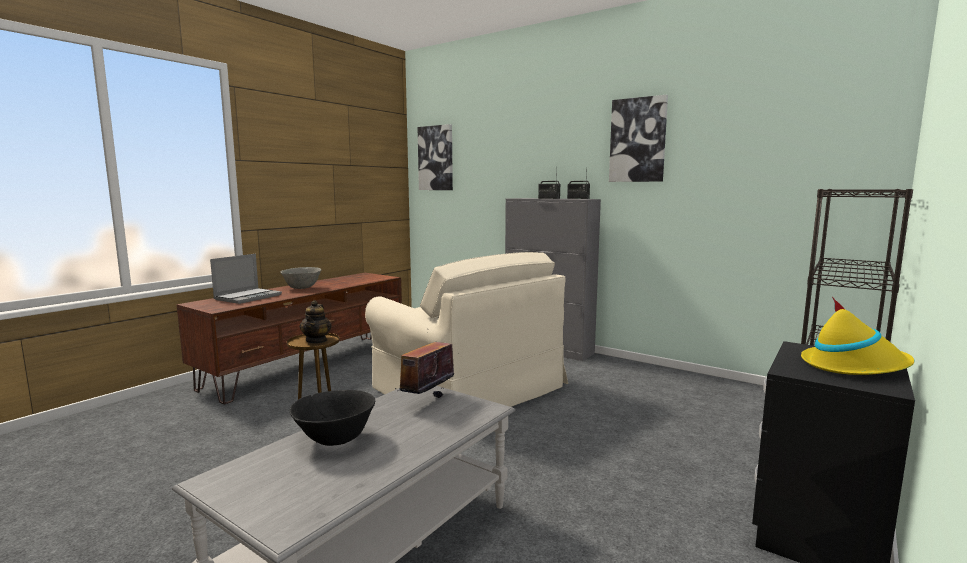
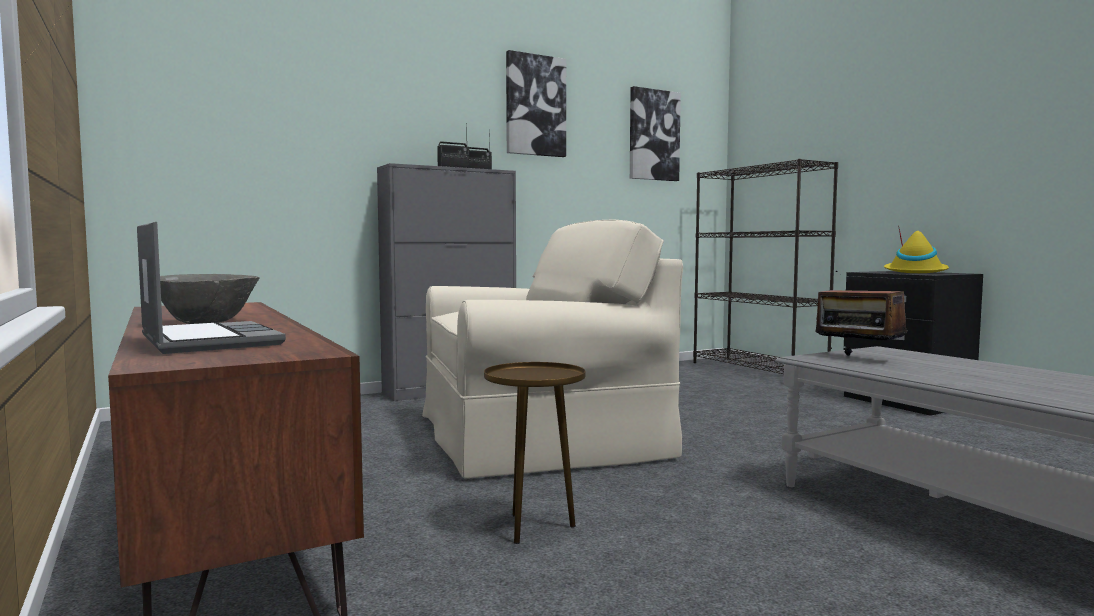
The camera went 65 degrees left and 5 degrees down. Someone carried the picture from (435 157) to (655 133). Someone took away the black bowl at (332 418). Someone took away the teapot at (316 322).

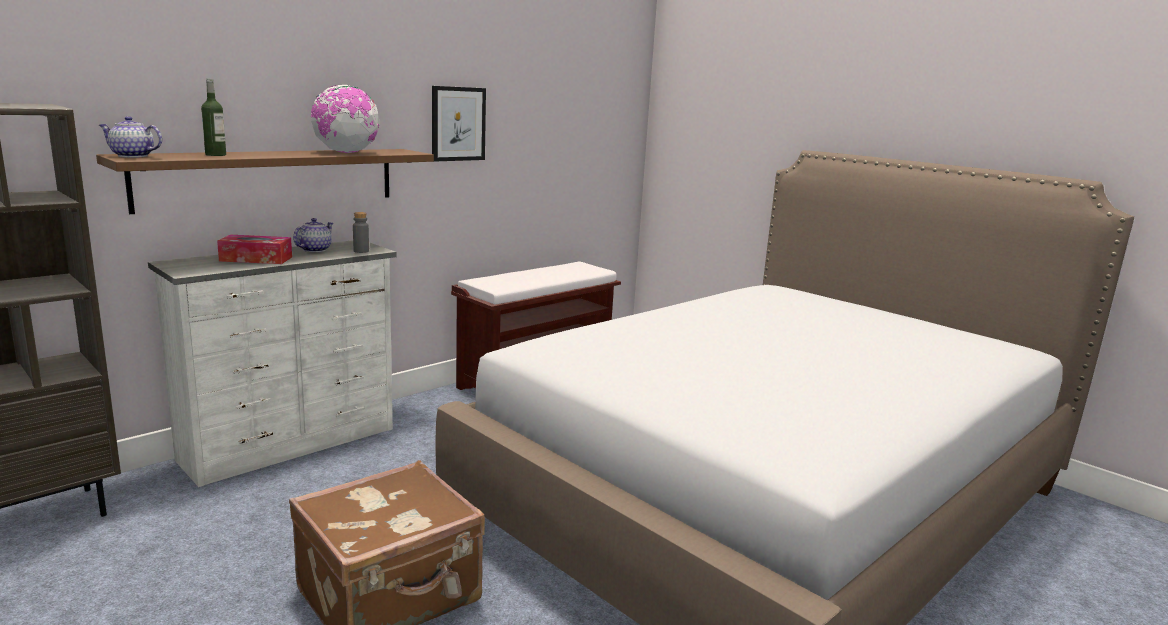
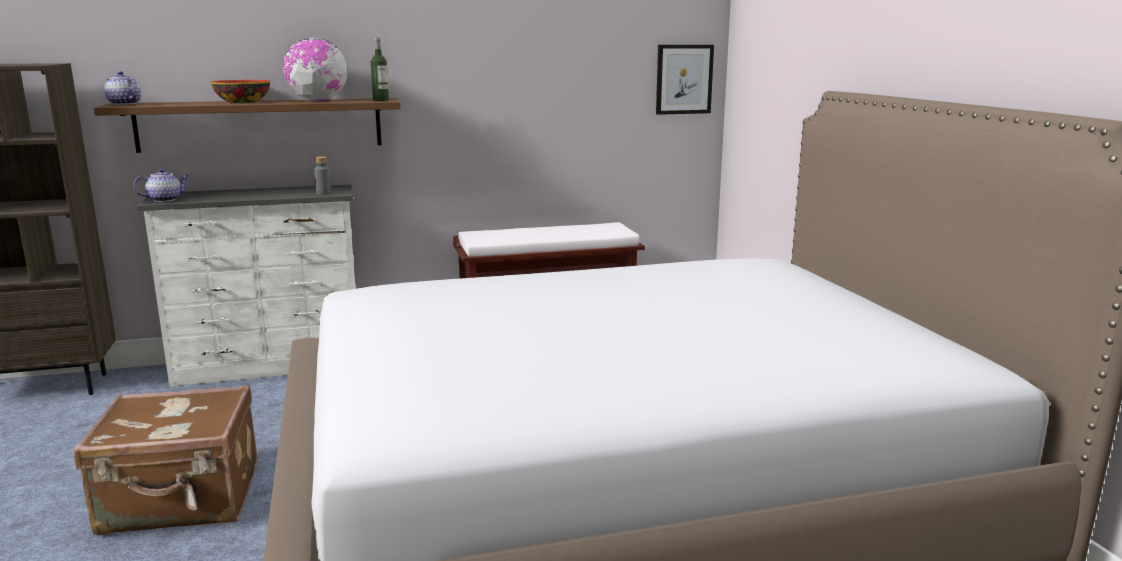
The camera went 30 degrees right and 0 degrees up. Someone carried the teapot from (313 235) to (161 185). Someone put down the bowl at (240 91). Someone carried the bottle from (213 117) to (380 69). Someone carried the picture from (459 124) to (685 80). Someone took away the tissue box at (254 249).

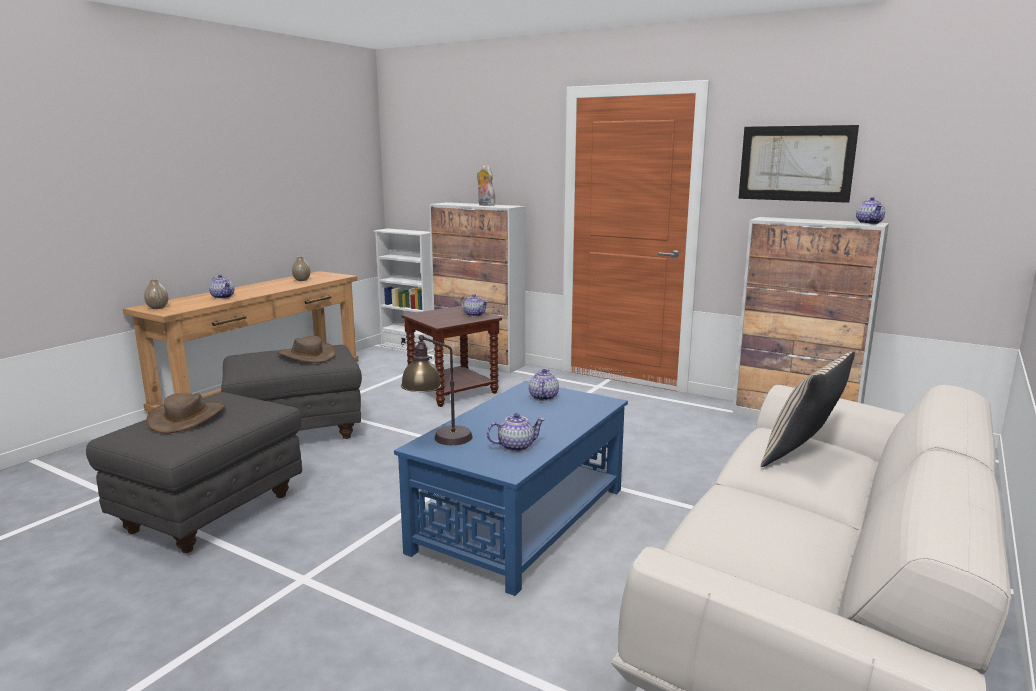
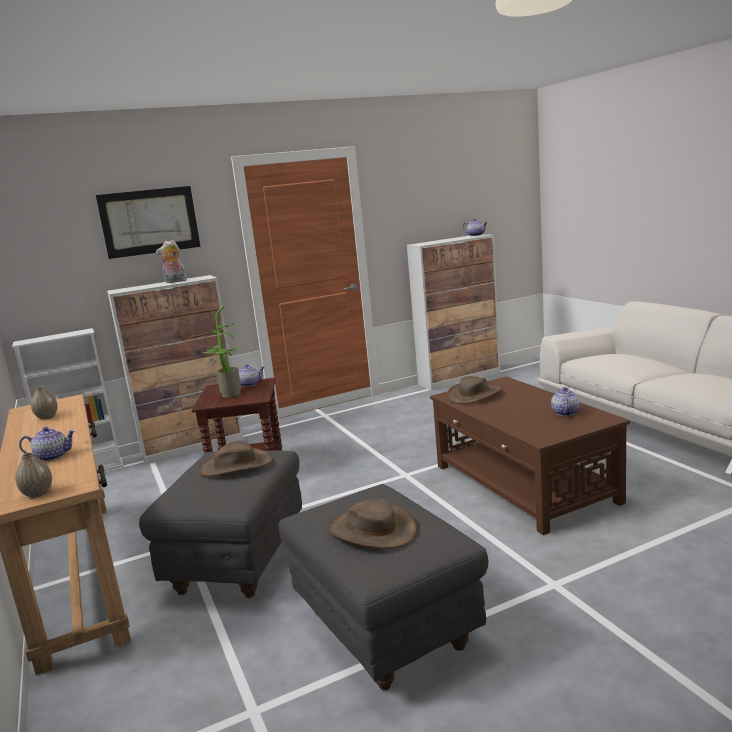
The camera went 55 degrees left and 0 degrees up. Someone carried the picture from (798 164) to (148 222). Someone put down the potted plant at (224 352). Someone repainted the blue coffee table at (511 488), which became the brown coffee table at (530 455). Someone swapped the teapot at (544 385) for the brown hat at (474 390). Someone took away the table lamp at (437 390). Someone took away the beige pillow at (808 409).

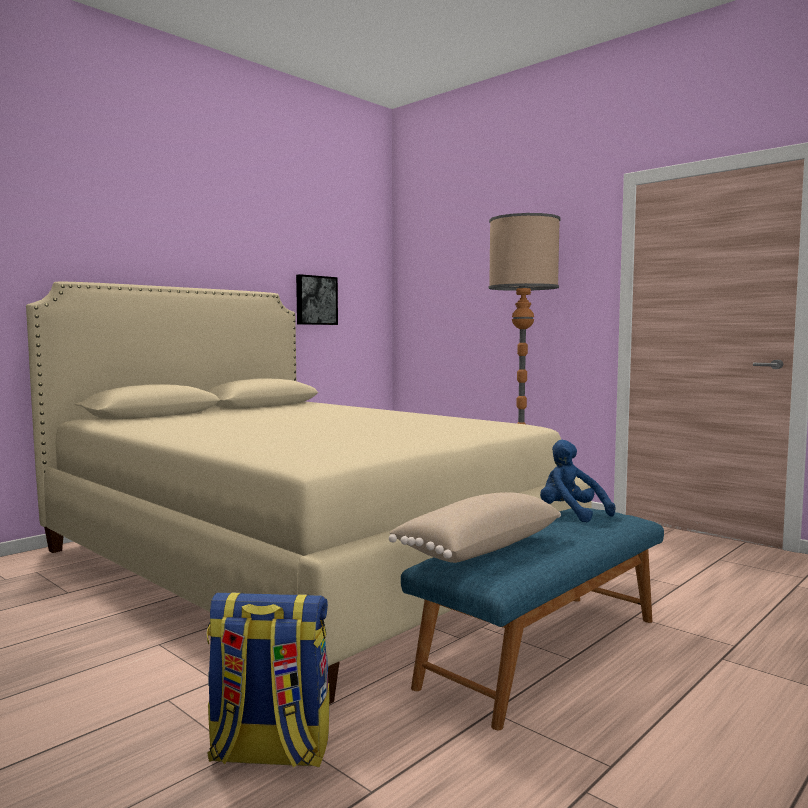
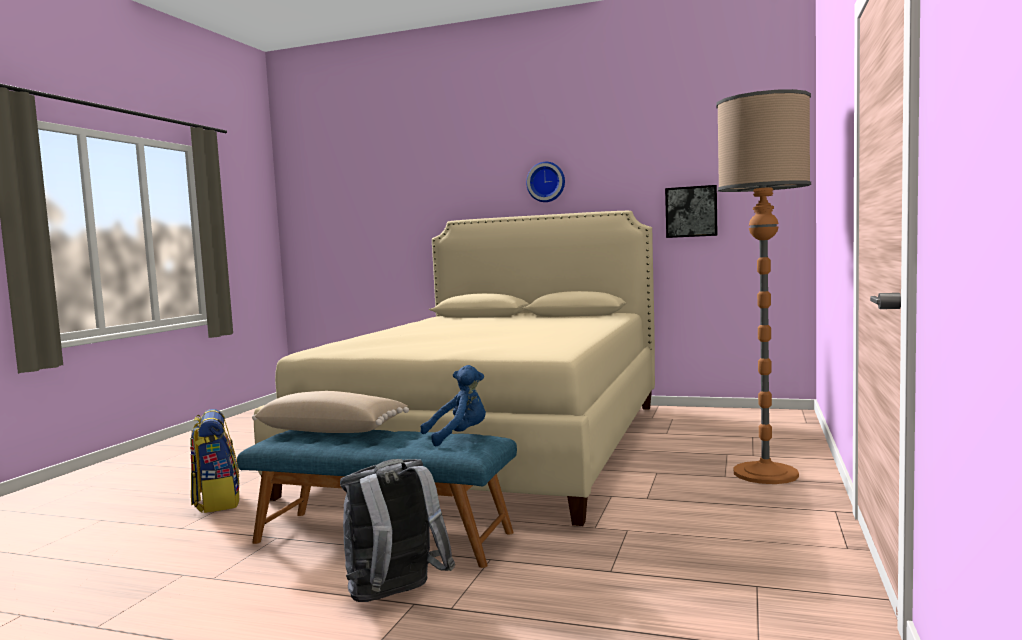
The camera went 65 degrees right and 0 degrees up. Someone put down the grey backpack at (397 530). Someone rotated the blue plush toy at (578 481) by 45 degrees clockwise. Someone put up the wall clock at (545 182).

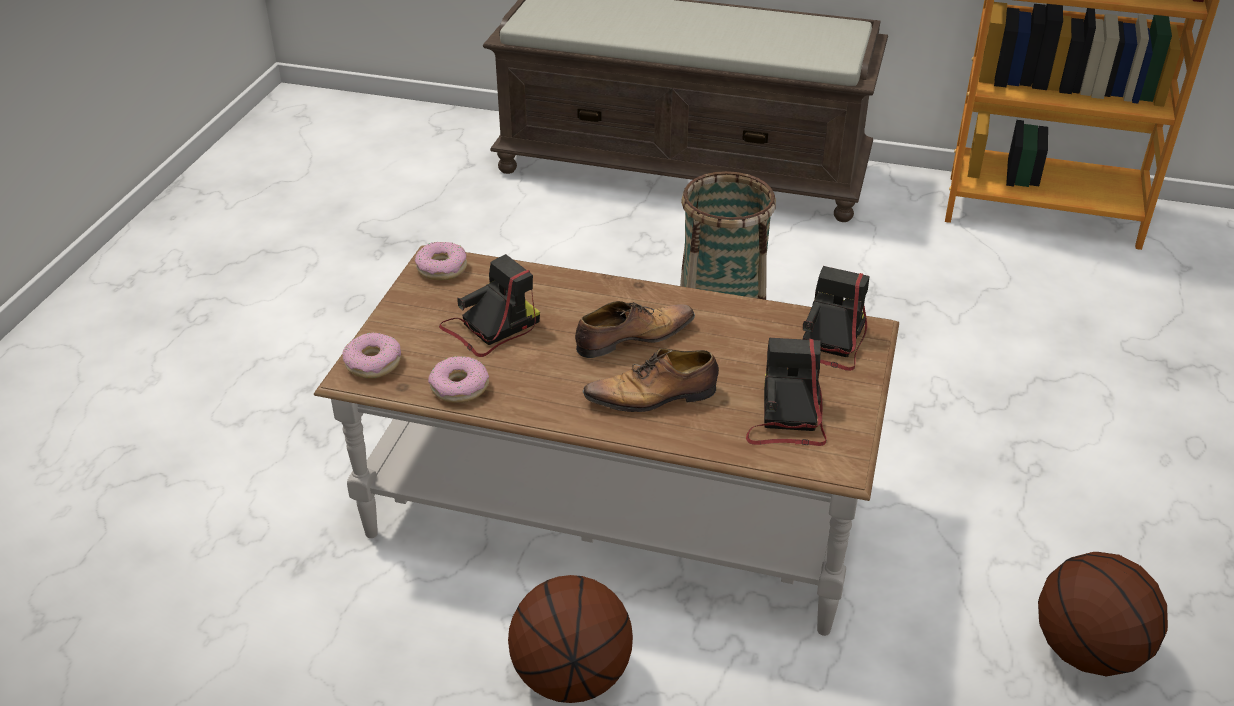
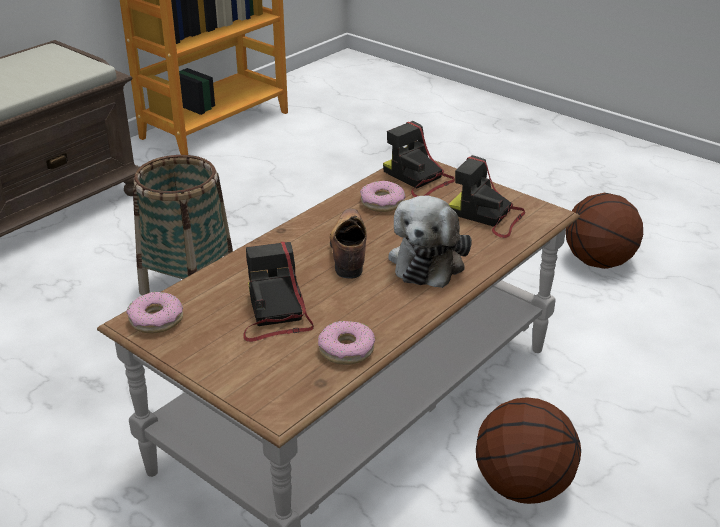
The camera went 65 degrees left and 5 degrees down. Someone carried the donut from (371 356) to (382 196). Someone swapped the shoe at (651 380) for the plush toy at (430 241).

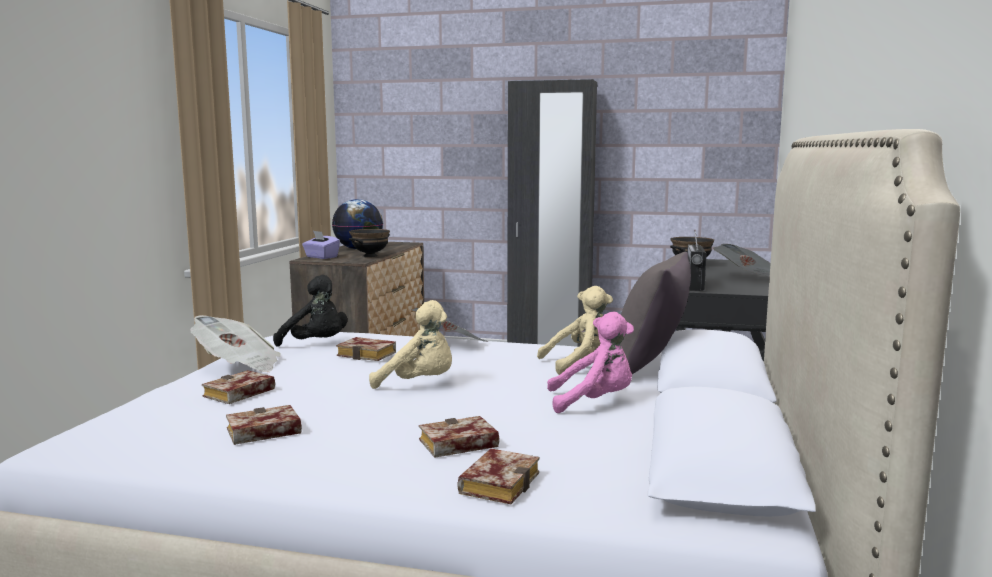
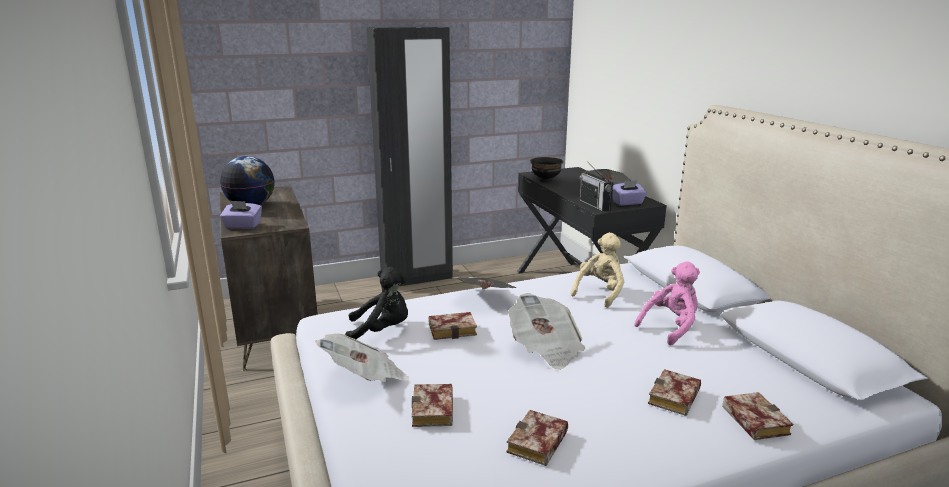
The camera went 35 degrees left and 10 degrees up. Someone swapped the beige plush toy at (410 344) for the newspaper at (546 331). Someone put down the purple tissue box at (629 193). Someone took away the black bowl at (369 243). Someone took away the grey pillow at (655 313).

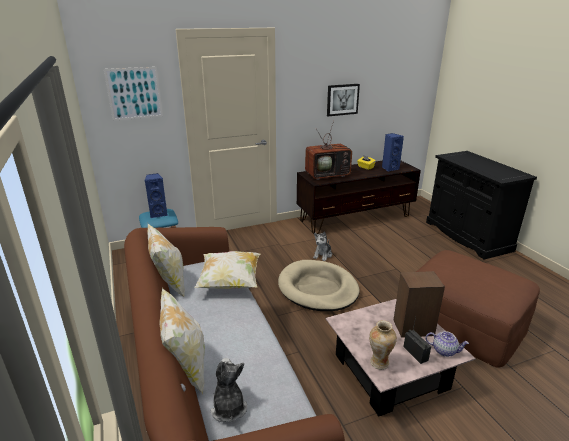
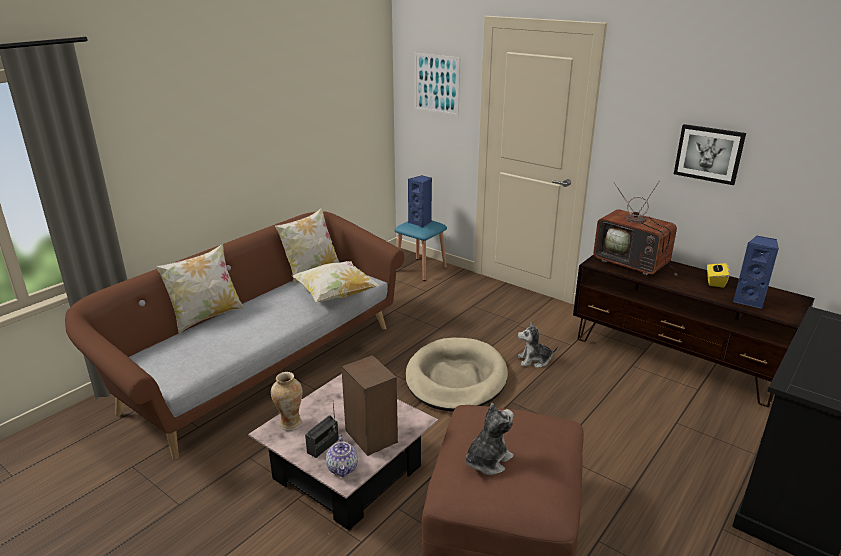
The camera went 60 degrees right and 0 degrees up. Someone carried the plush toy from (229 390) to (490 439).

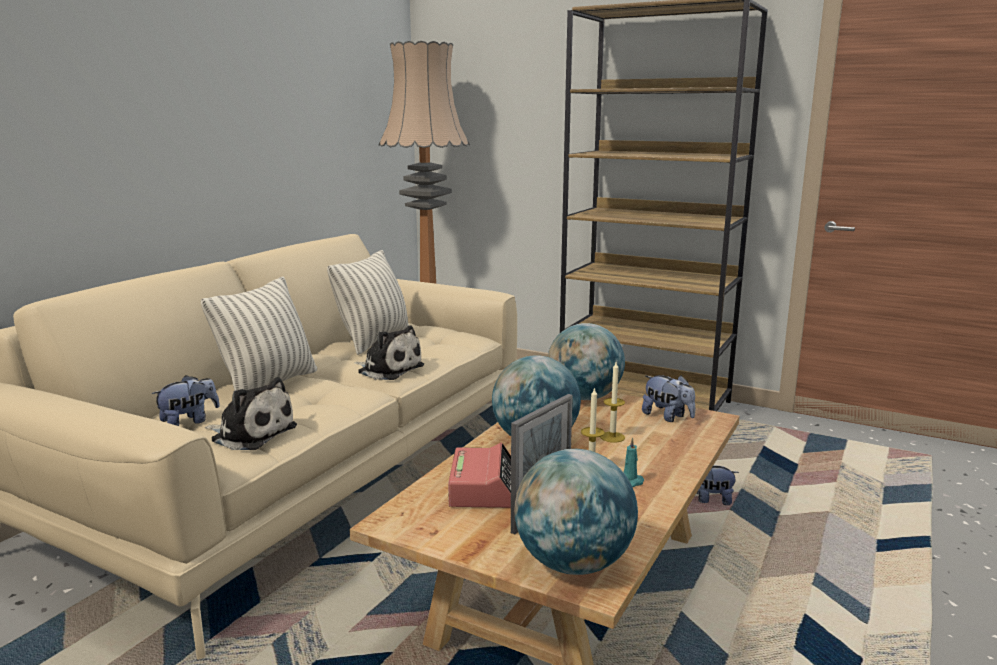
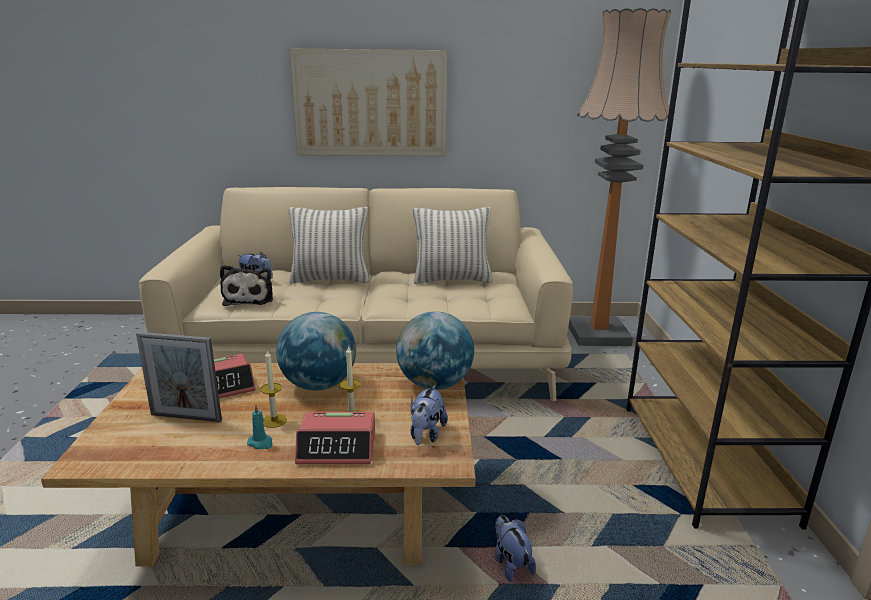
The camera went 60 degrees right and 5 degrees up. Someone put up the picture at (368 102). Someone put down the alarm clock at (335 438). Someone took away the plush toy at (389 352). Someone took away the globe at (576 512).

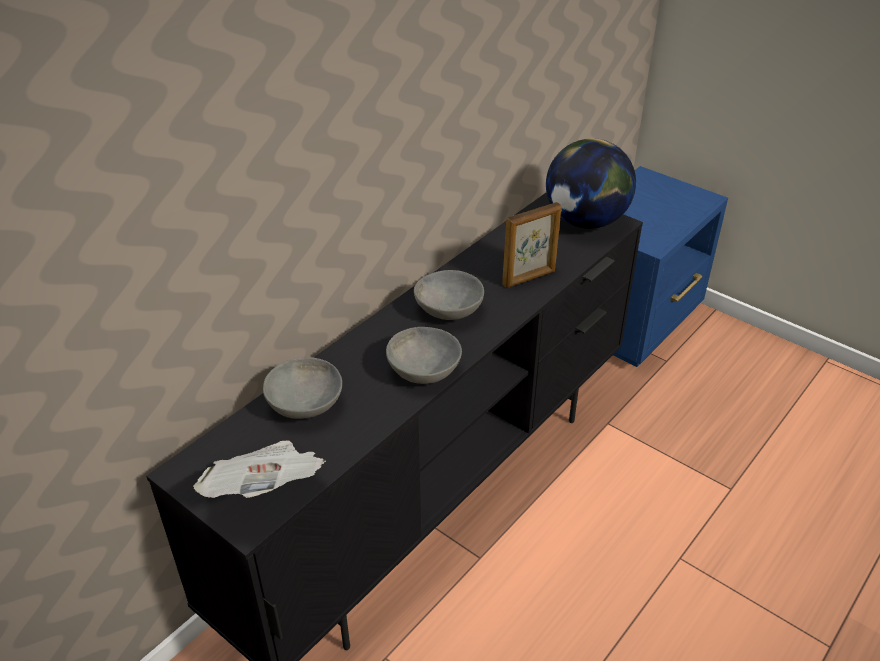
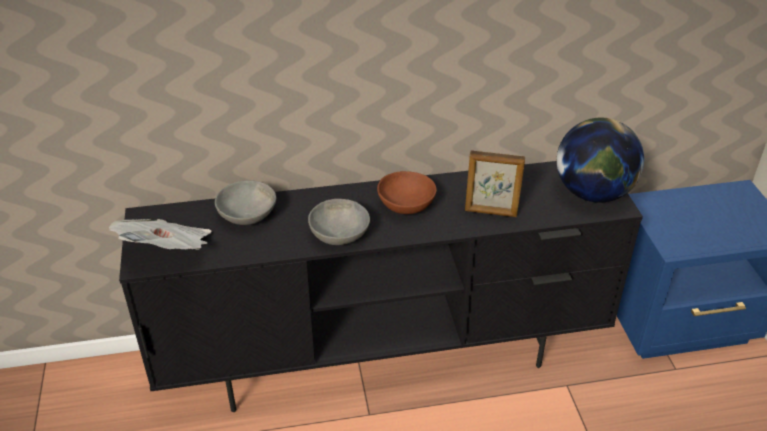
The camera went 40 degrees right and 0 degrees up. Someone repainted the grey bowl at (449 295), which became the brown bowl at (407 192).

